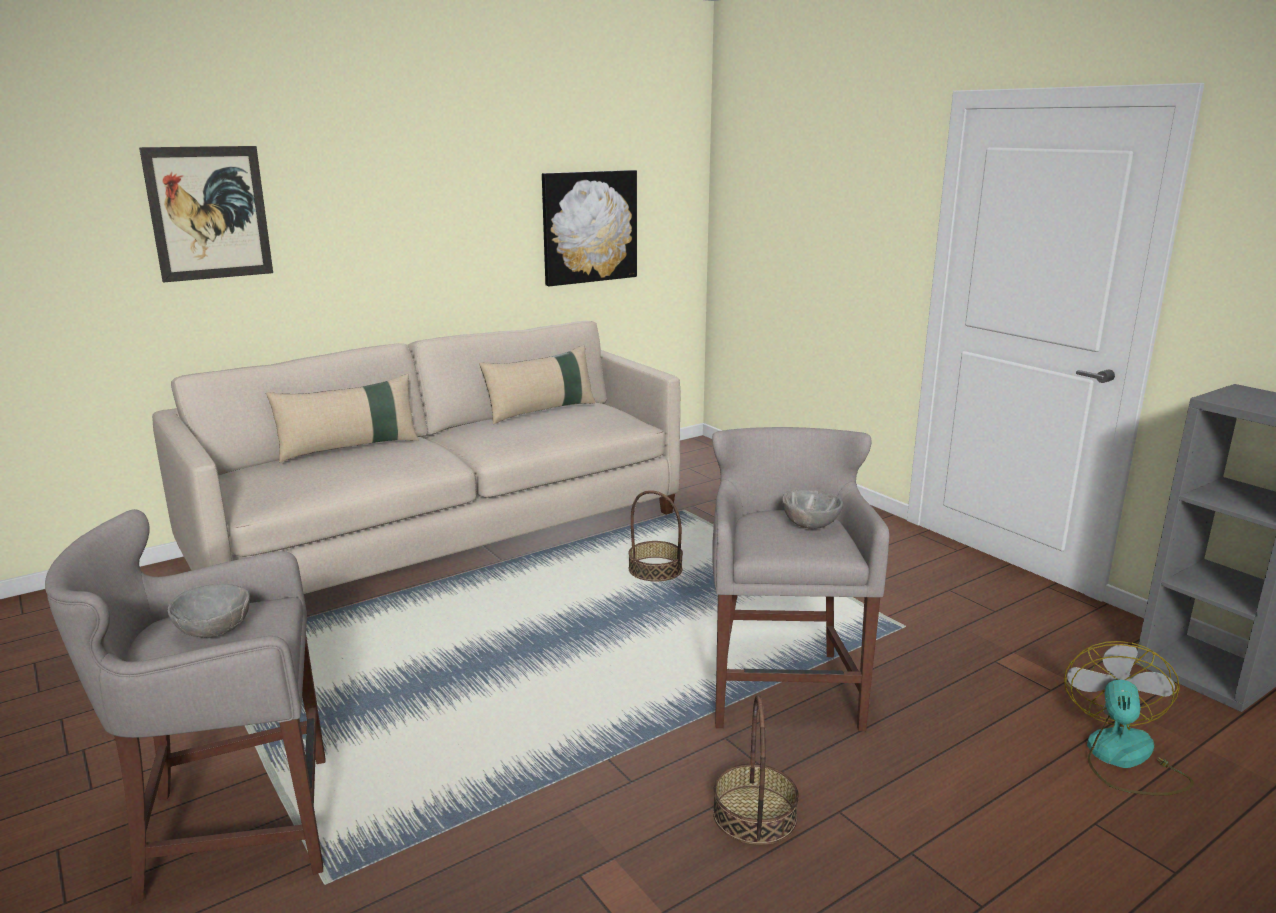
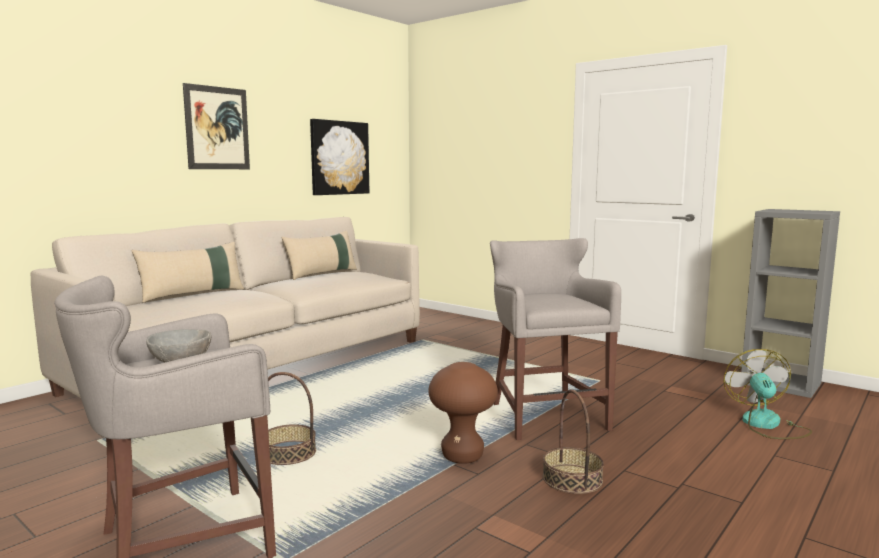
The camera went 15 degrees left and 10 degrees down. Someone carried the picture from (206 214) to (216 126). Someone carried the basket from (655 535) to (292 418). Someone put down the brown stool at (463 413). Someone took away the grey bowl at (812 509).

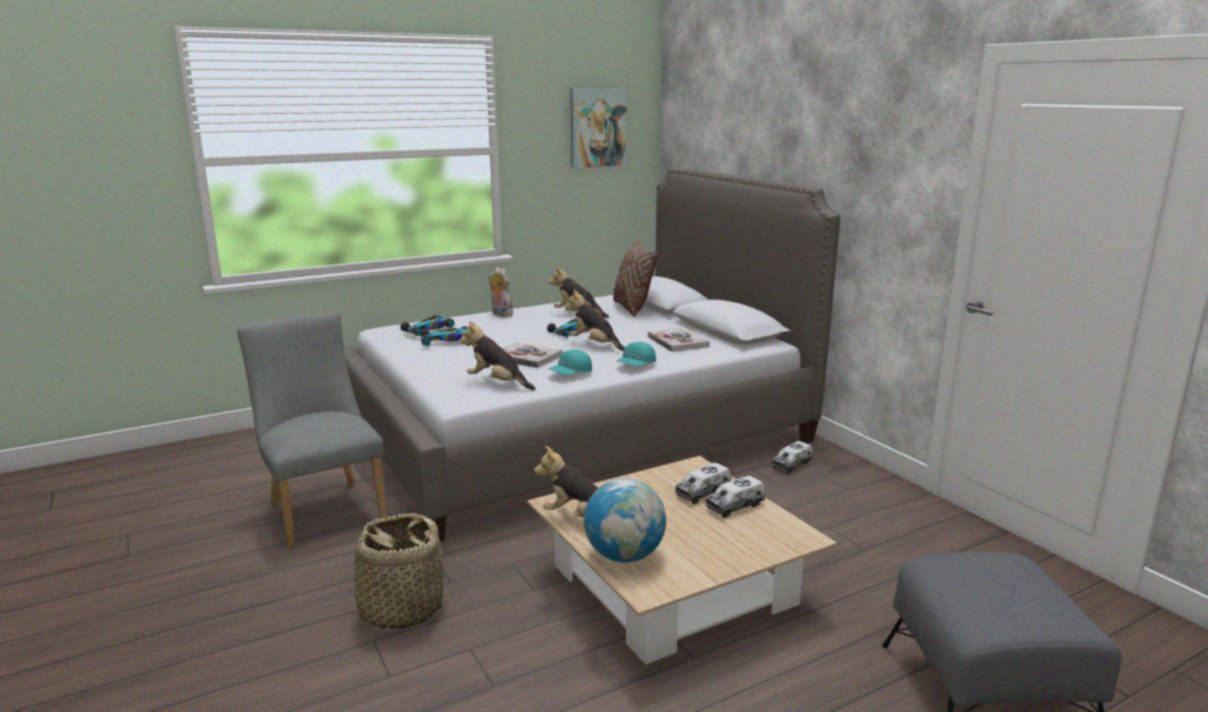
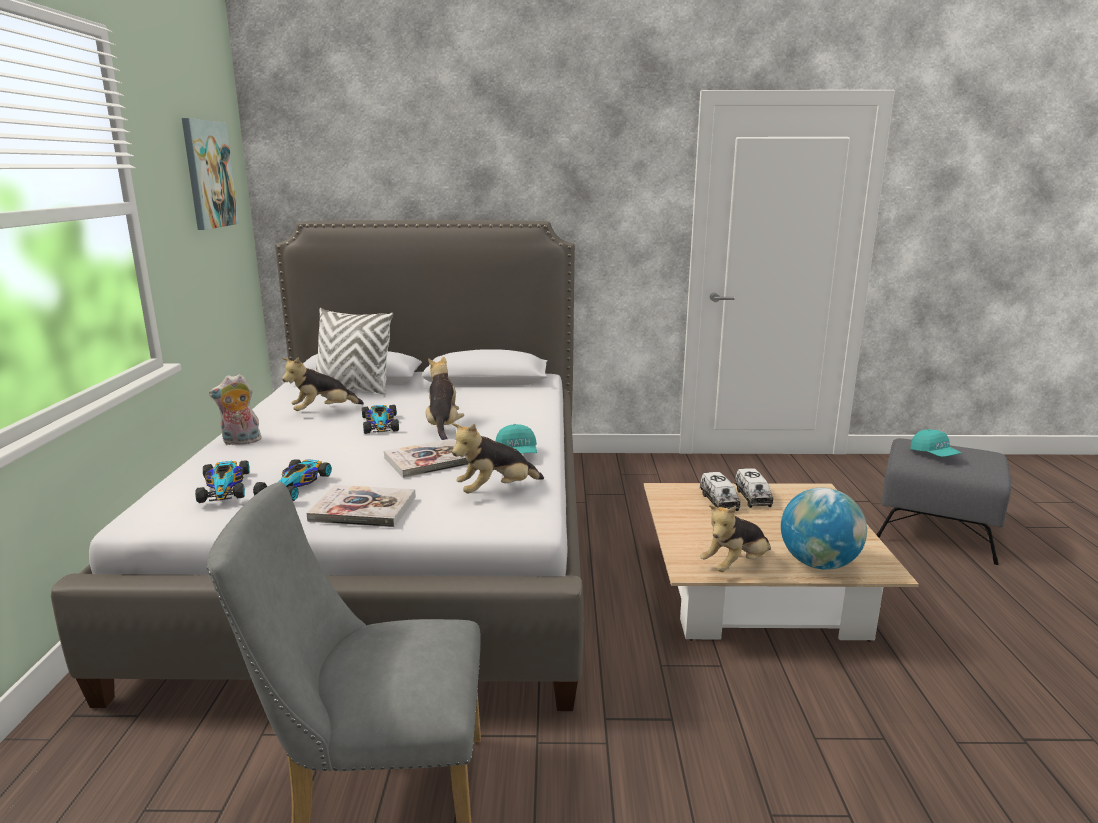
The camera went 60 degrees left and 0 degrees up. Someone carried the book from (679 339) to (361 506). Someone repainted the brown pillow at (635 277), which became the white pillow at (354 351). Someone rotated the plush toy at (594 320) by 105 degrees clockwise. Someone carried the turquoise cap from (636 354) to (936 443). Someone took away the basket at (395 571). Someone took away the toy truck at (792 457).

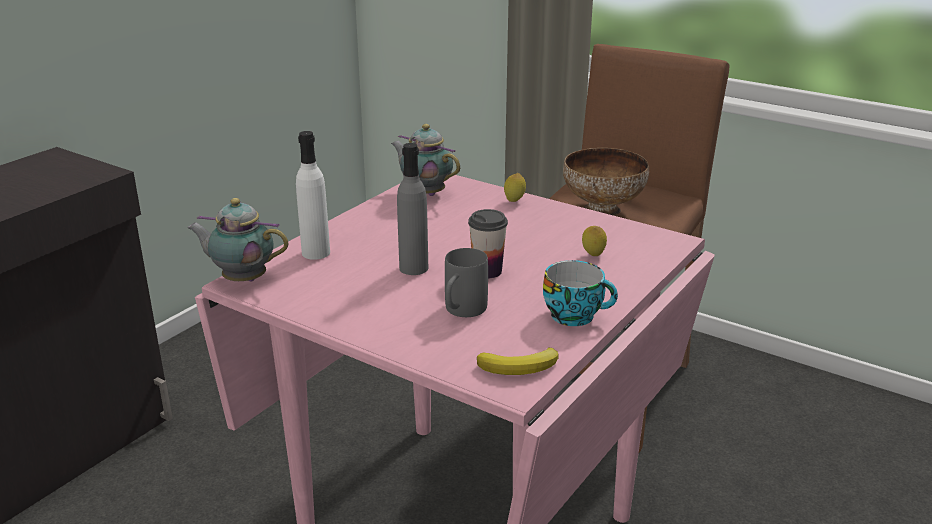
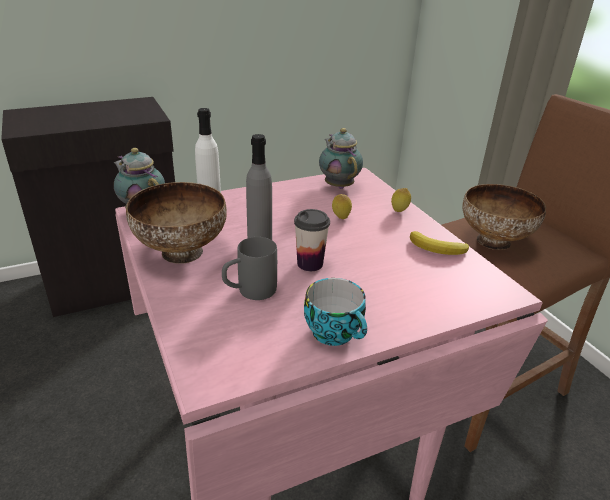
The camera went 30 degrees right and 5 degrees up. Someone put down the bowl at (176 223). Someone carried the lemon from (594 241) to (342 206). Someone carried the banana from (518 361) to (439 243).

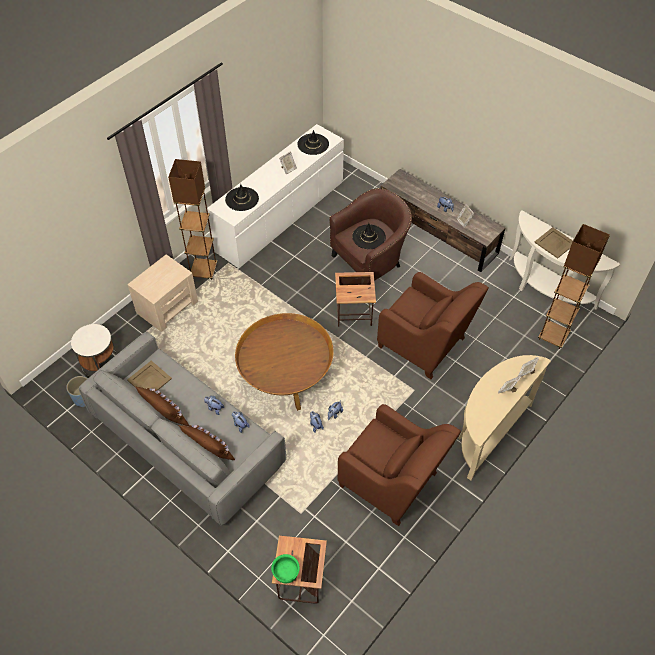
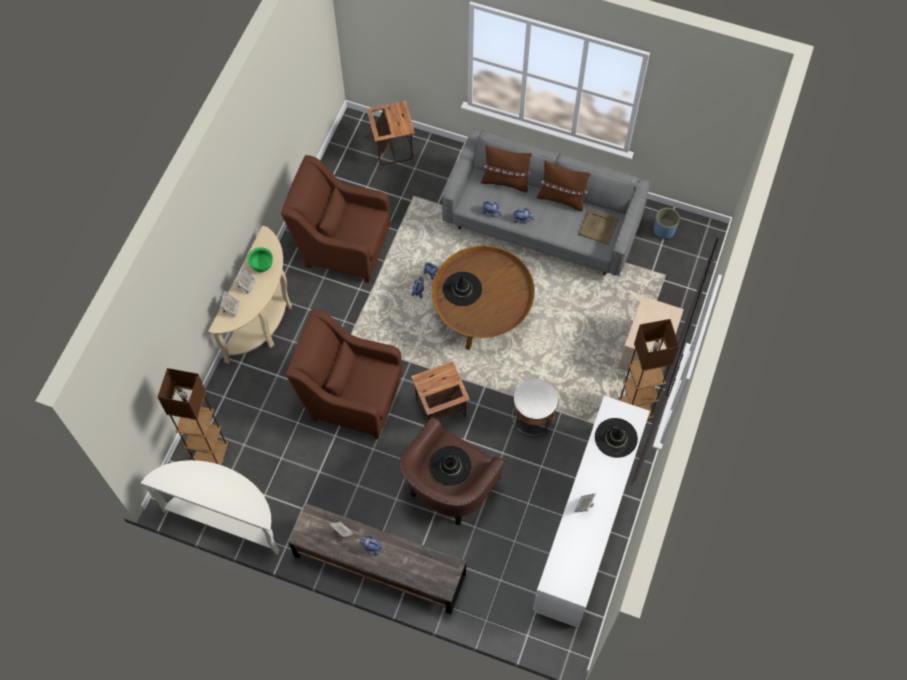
The camera went 160 degrees right and 10 degrees up. Someone carried the green bowl from (285 569) to (260 259). Someone carried the black hat from (313 142) to (462 289). Someone carried the white side table from (94 350) to (535 408). Someone took away the beige tray at (553 243).

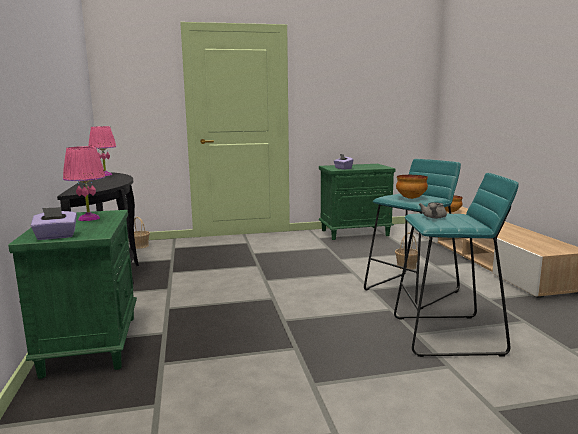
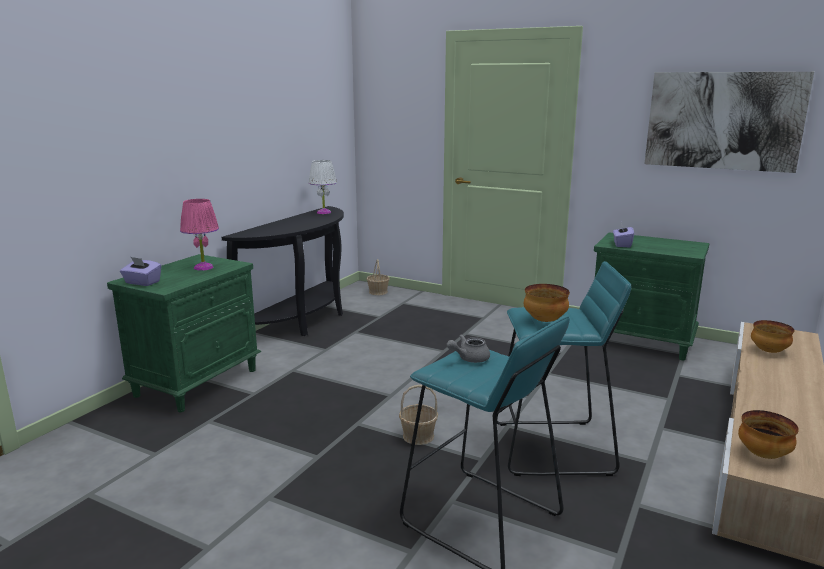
The camera went 40 degrees right and 5 degrees up. Someone repainted the pink table lamp at (102 151), which became the white table lamp at (323 187). Someone carried the basket from (406 251) to (418 415). Someone put up the picture at (729 122). Someone put down the bowl at (768 434).

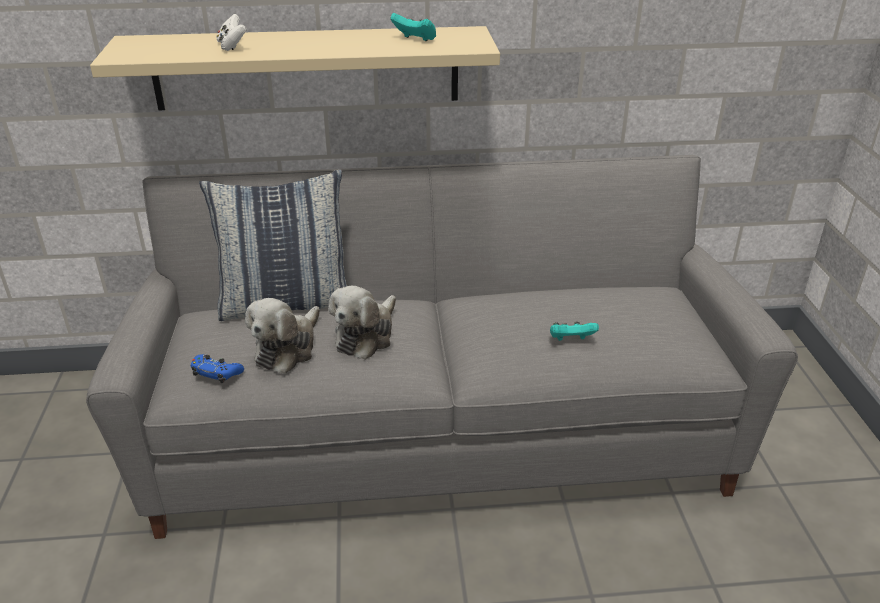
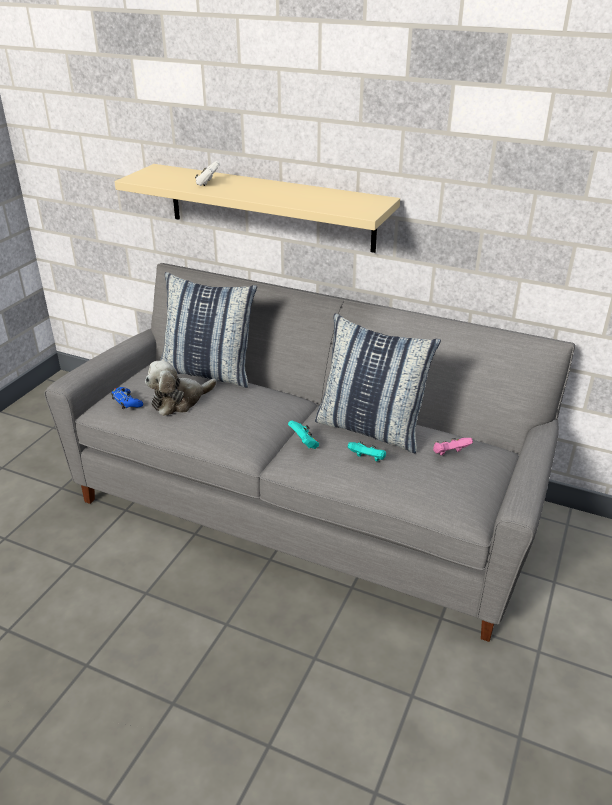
The camera went 30 degrees right and 0 degrees up. Someone carried the turquoise game controller from (413 27) to (303 434). Someone put down the pillow at (378 383). Someone put down the pink game controller at (453 446). Someone took away the plush toy at (362 323).

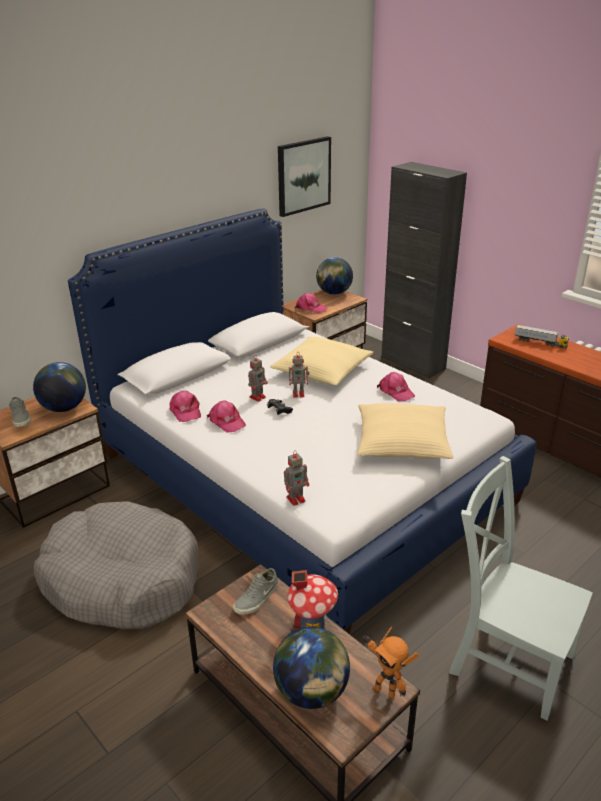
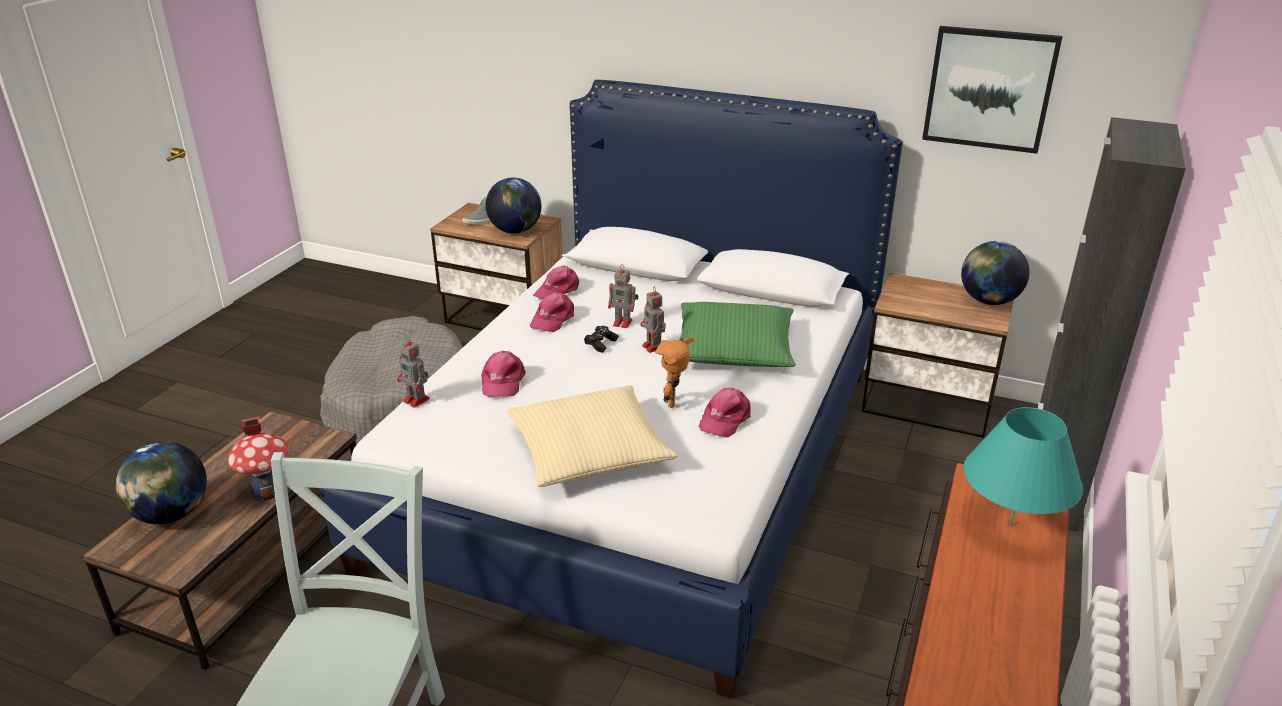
The camera went 65 degrees right and 0 degrees up. Someone carried the pink cap from (311 303) to (503 374). Someone carried the toy robot from (391 662) to (674 372). Someone repainted the beige pillow at (322 361), which became the green pillow at (737 334). Someone swapped the toy truck at (542 337) for the turquoise table lamp at (1023 466). Someone took away the grey shoe at (255 591).

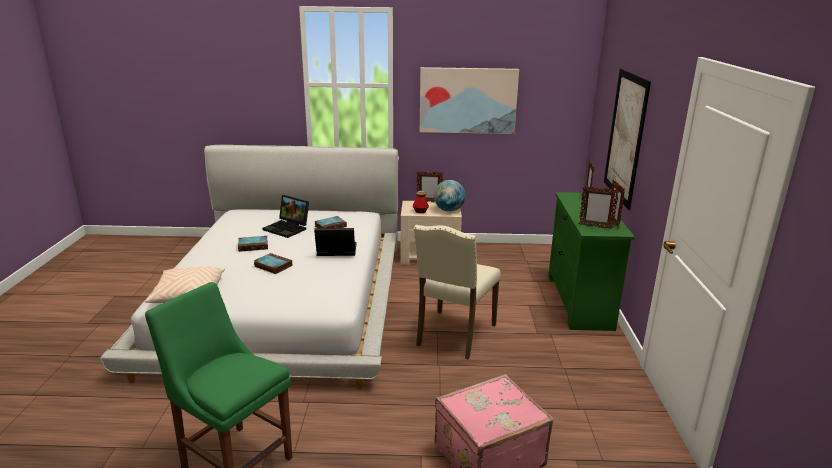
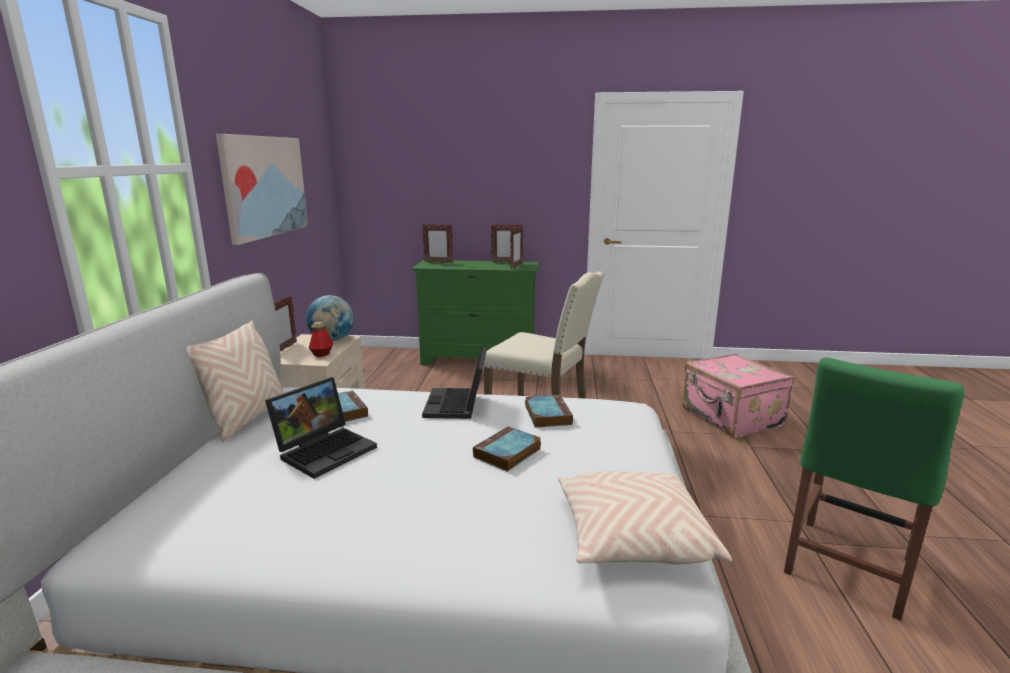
The camera went 85 degrees left and 5 degrees down. Someone put down the beige pillow at (235 381). Someone carried the book from (253 244) to (549 411). Someone took away the picture at (627 139).

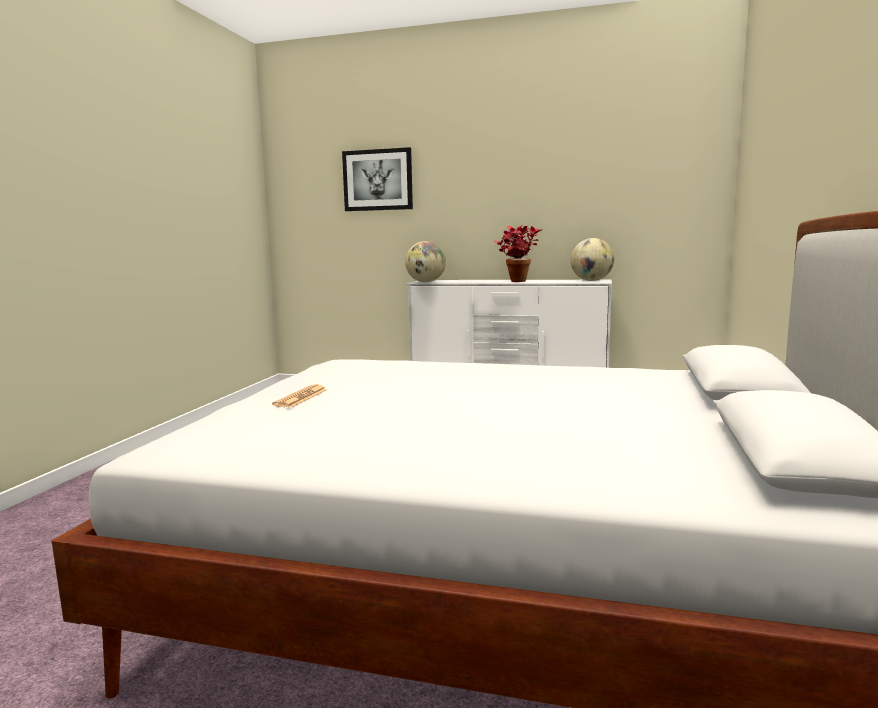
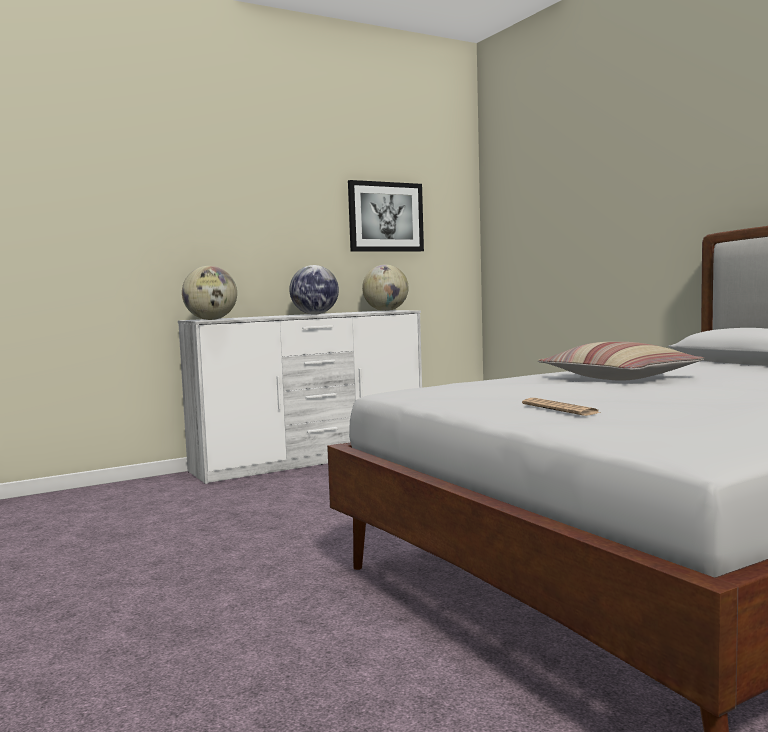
The camera went 45 degrees left and 5 degrees down. Someone swapped the potted plant at (518 253) for the globe at (314 290). Someone carried the picture from (377 179) to (386 215). Someone put down the pillow at (621 361).

